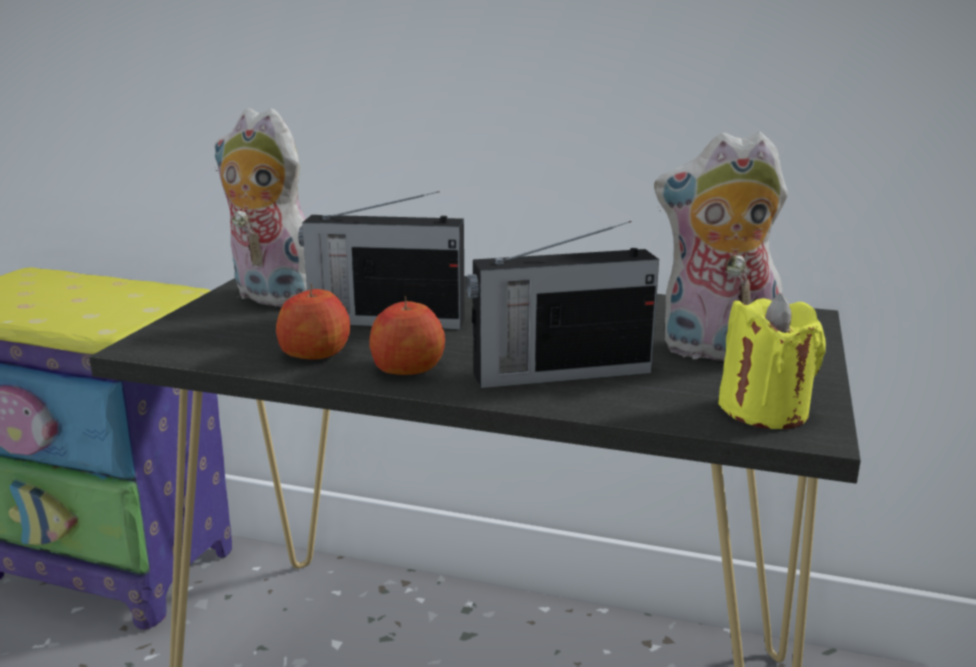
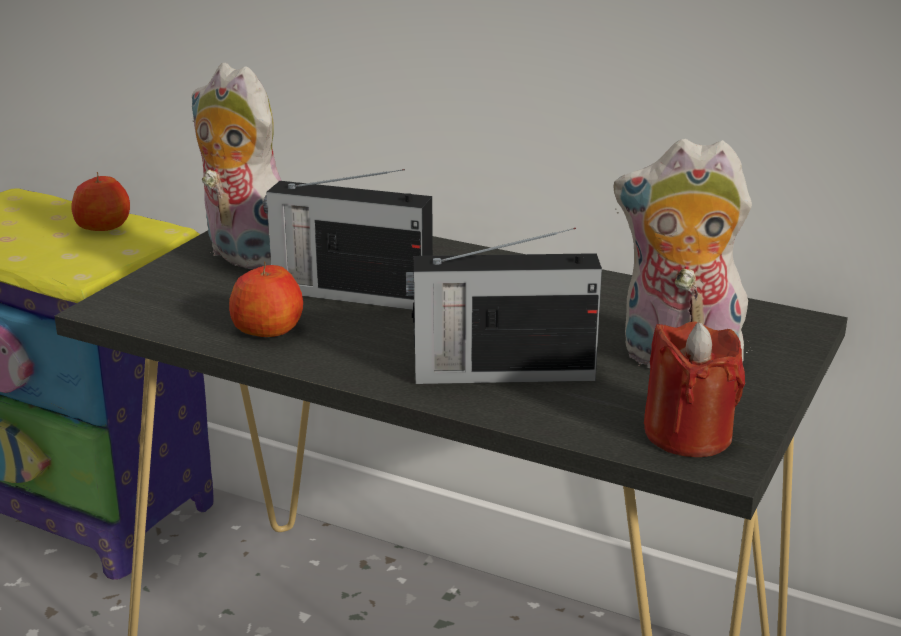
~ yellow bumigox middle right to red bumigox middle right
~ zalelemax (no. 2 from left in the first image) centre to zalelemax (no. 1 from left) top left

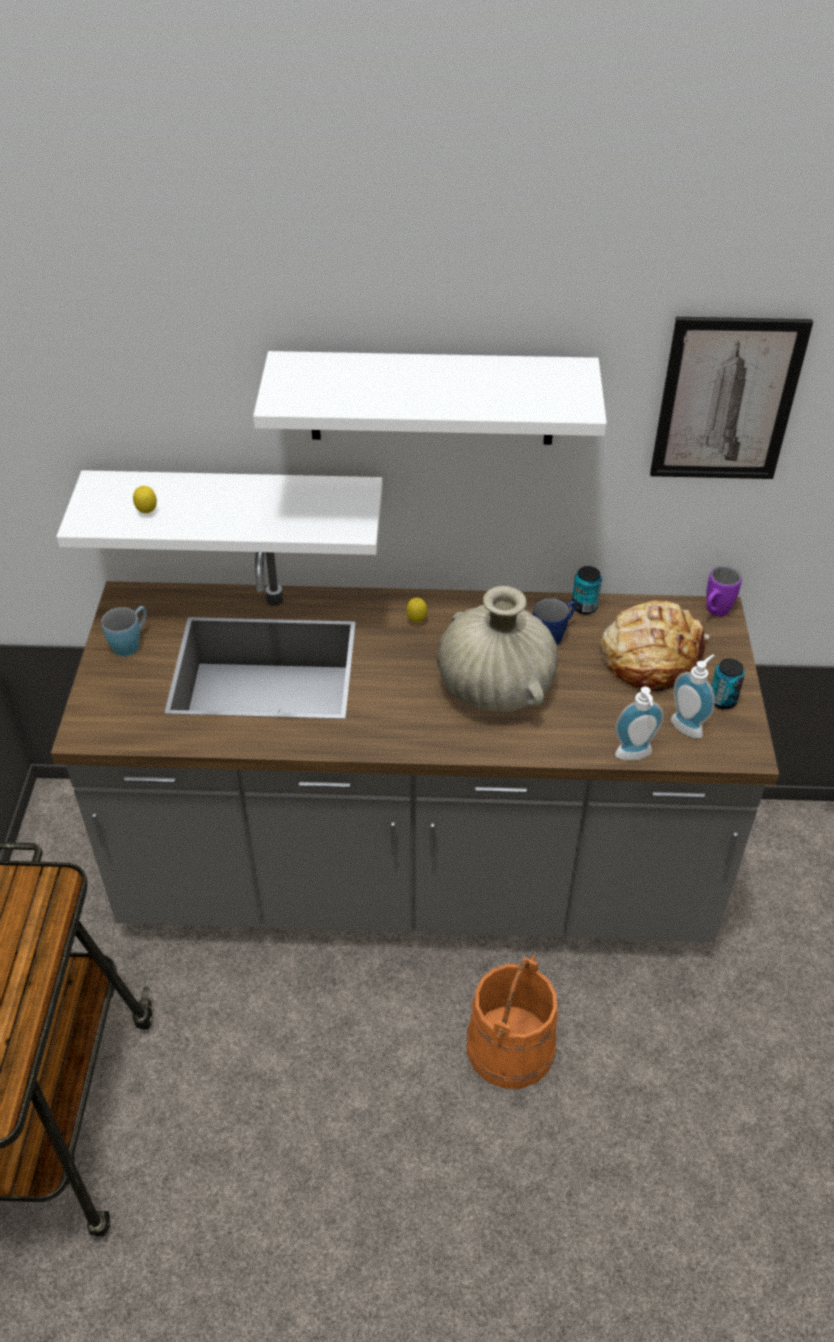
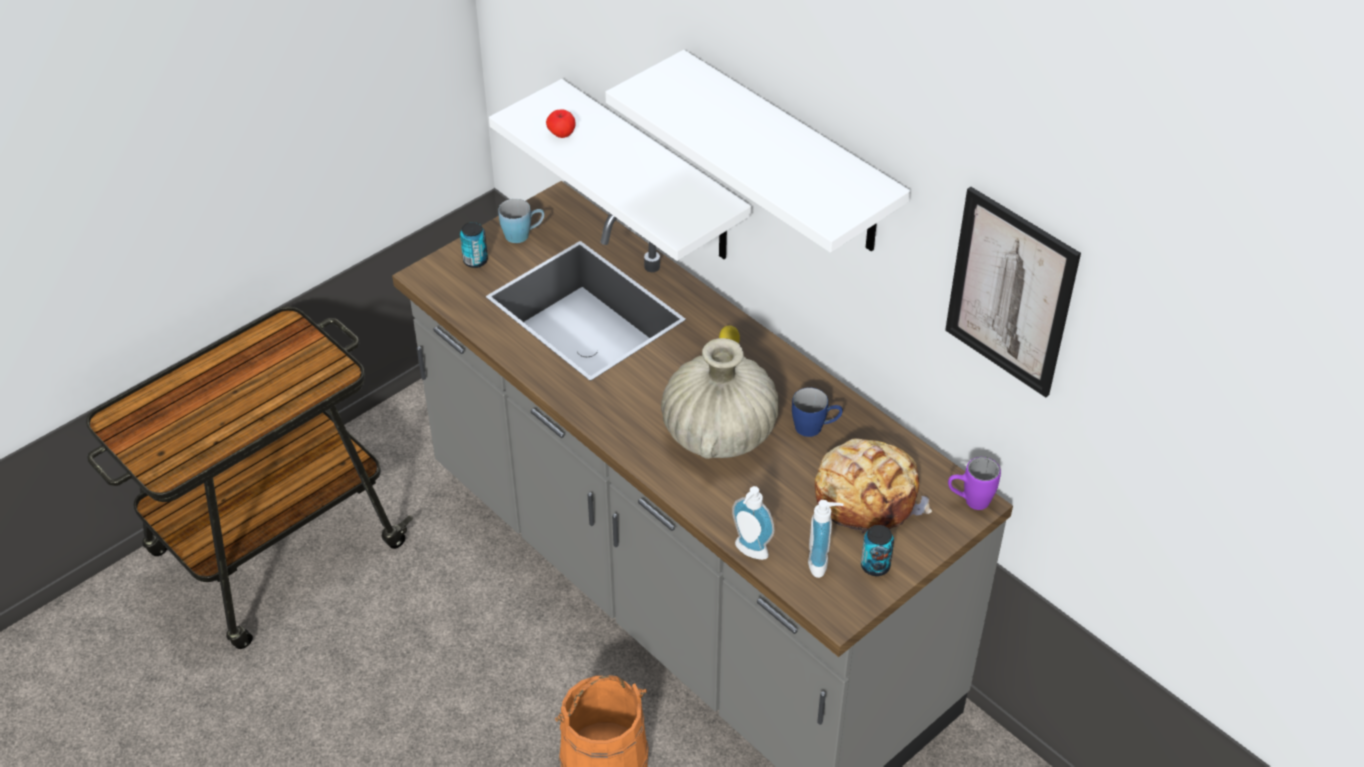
~ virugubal (no. 1 from left) middle left to zalelemax top centre
~ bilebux (no. 1 from left) middle right to top centre

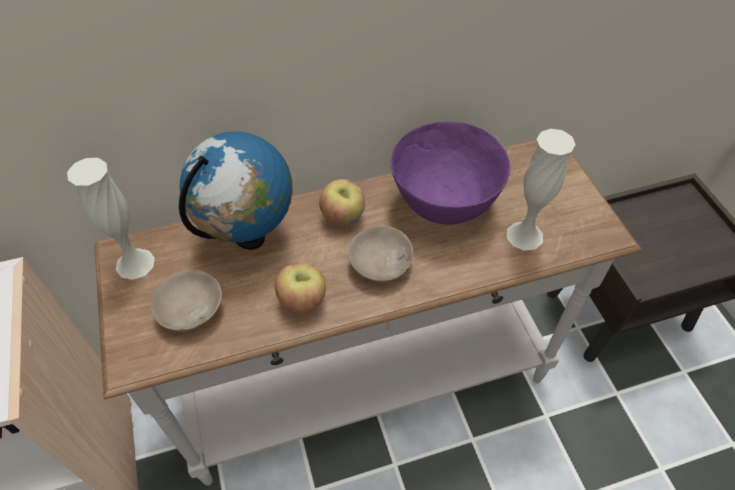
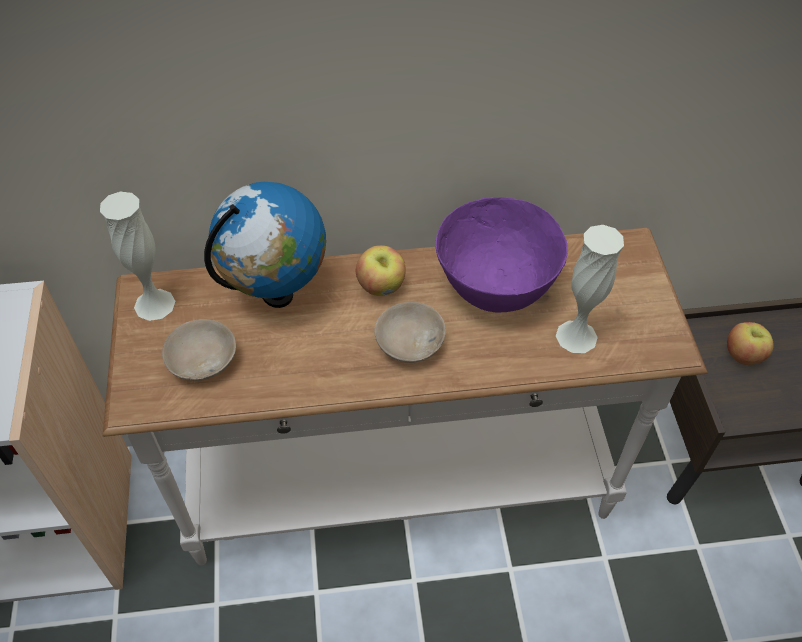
~ zalelemax (no. 1 from left in the first image) centre to zalelemax (no. 2 from left) middle right

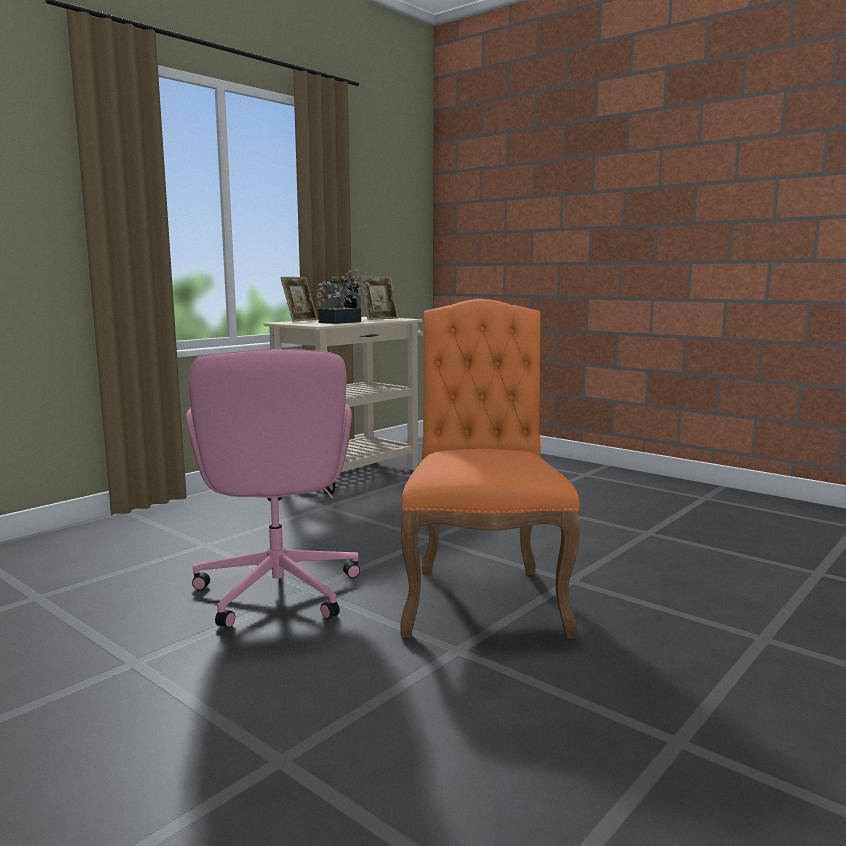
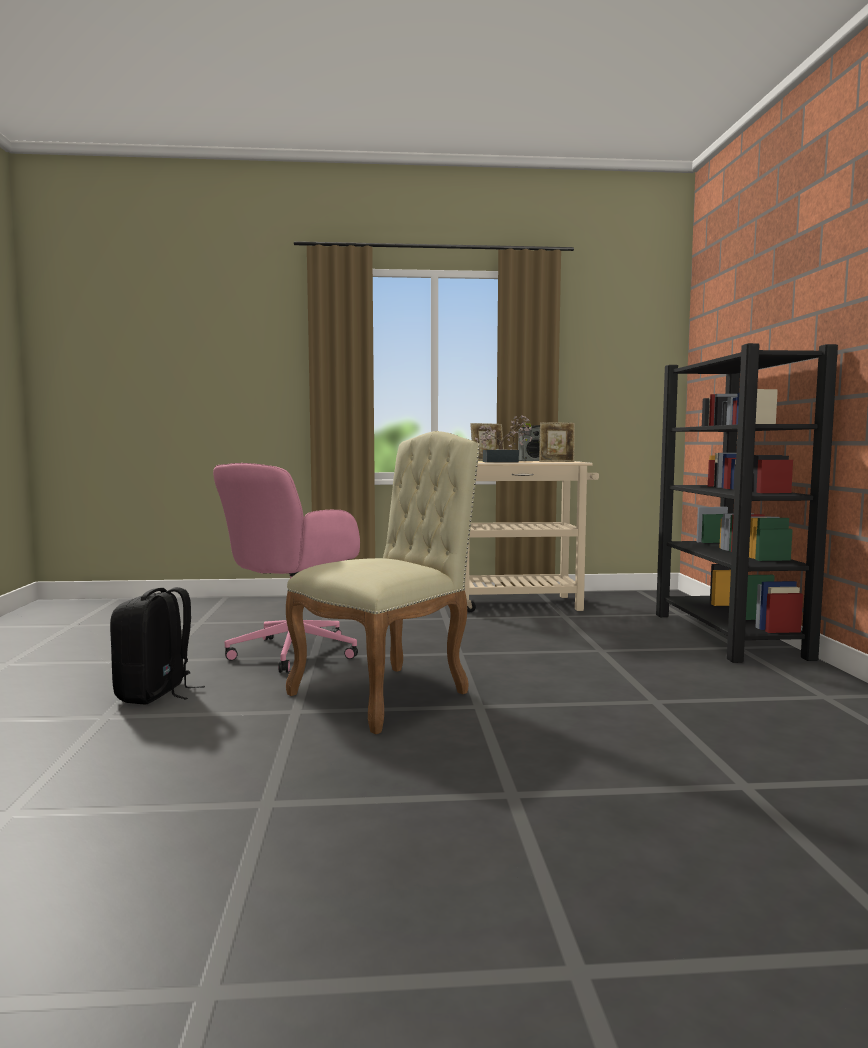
~ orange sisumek centre to beige sisumek centre
+ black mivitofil middle right
+ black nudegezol middle left

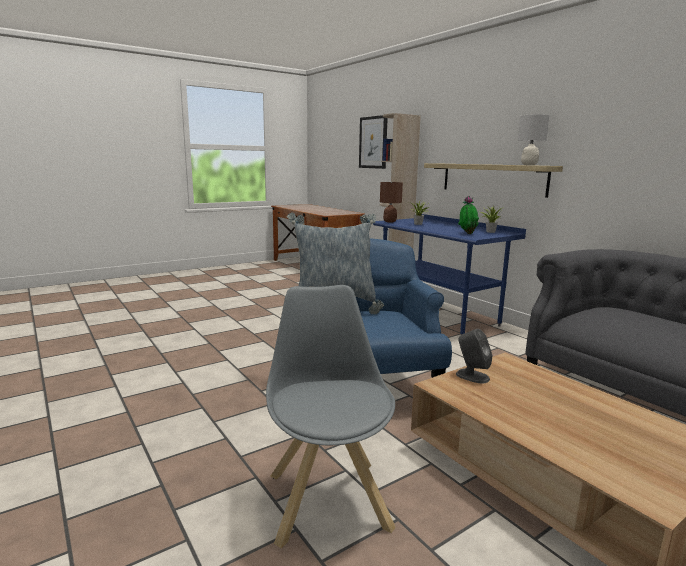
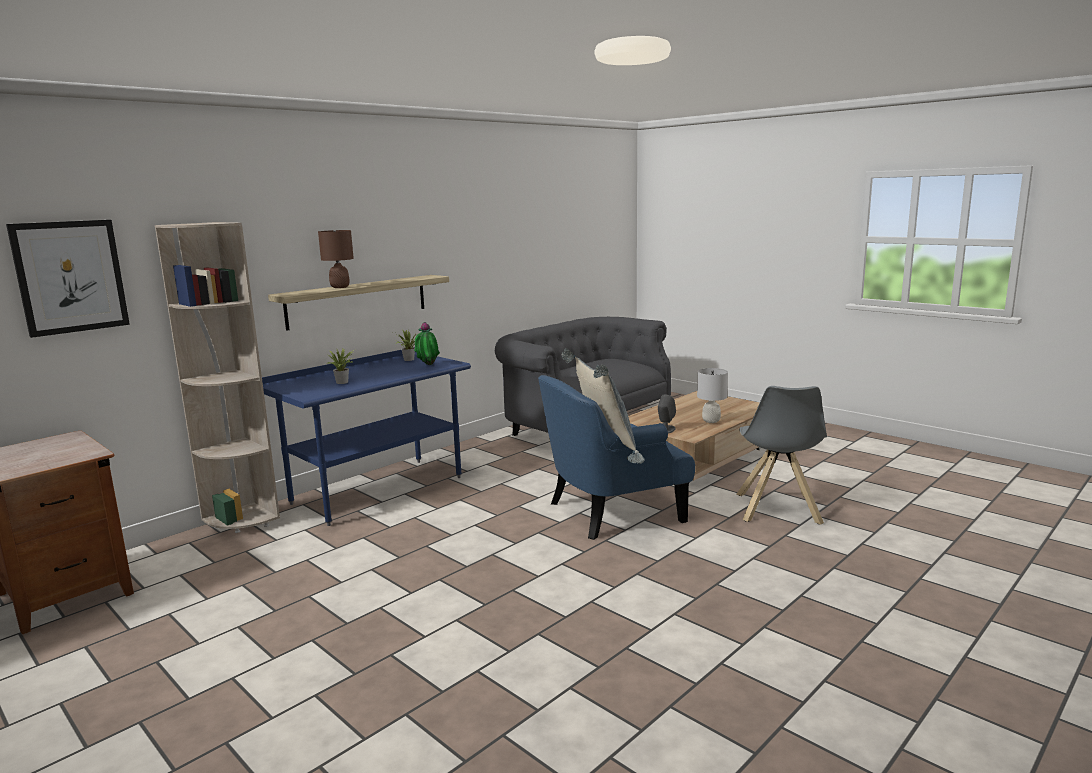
~ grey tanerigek top right to centre
~ brown tanerigek centre to middle left
~ grey sisumek bottom centre = middle right 60 degrees counterclockwise

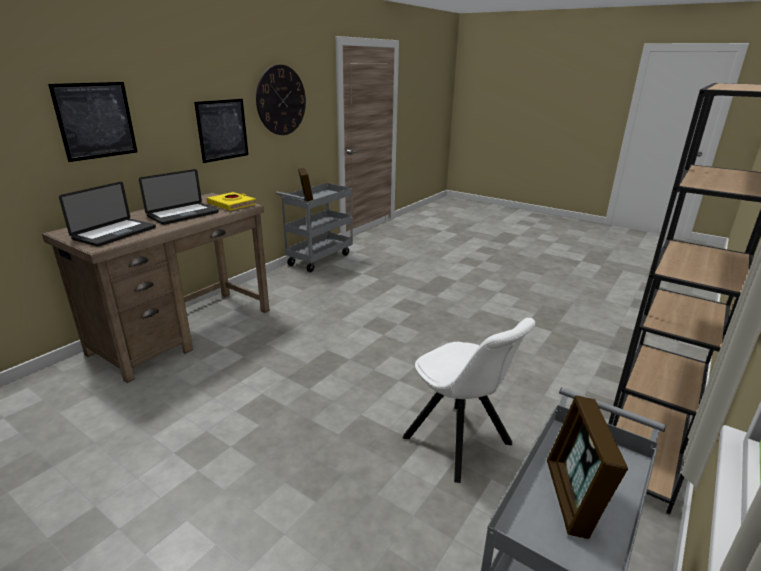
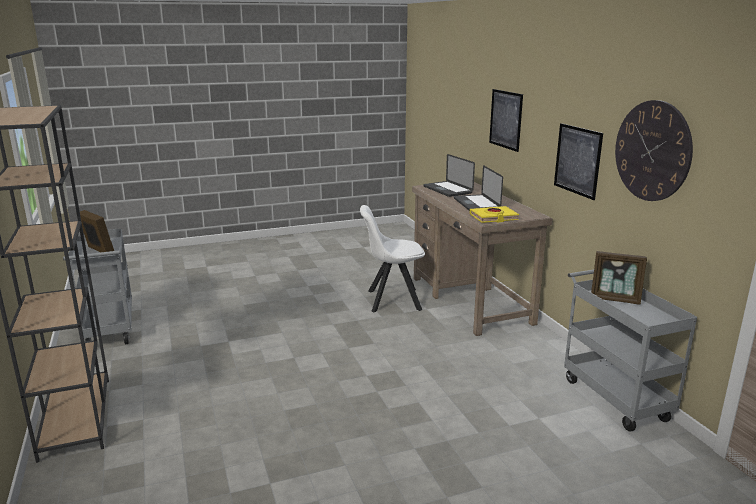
~ white sisumek bottom centre to centre

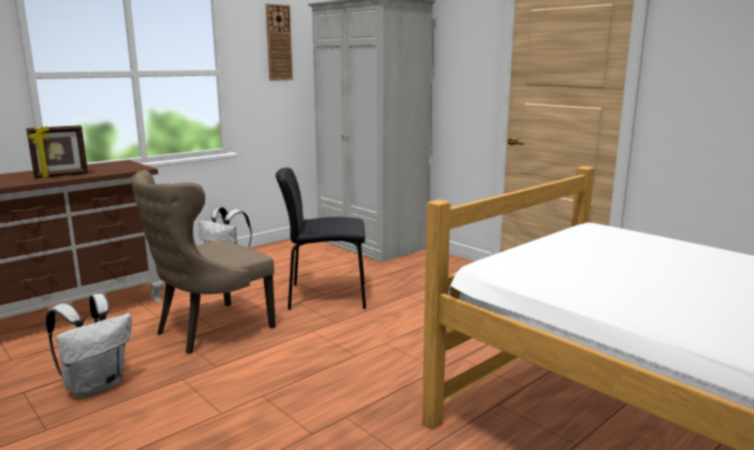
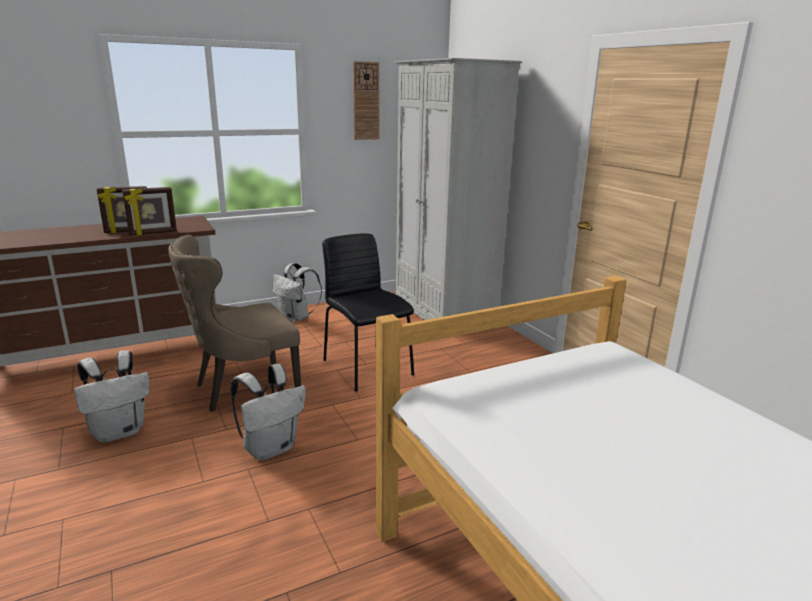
~ black sisumek centre = centre 45 degrees clockwise
+ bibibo (no. 2 from left) middle left
+ white nudegezol (no. 2 from left) bottom left

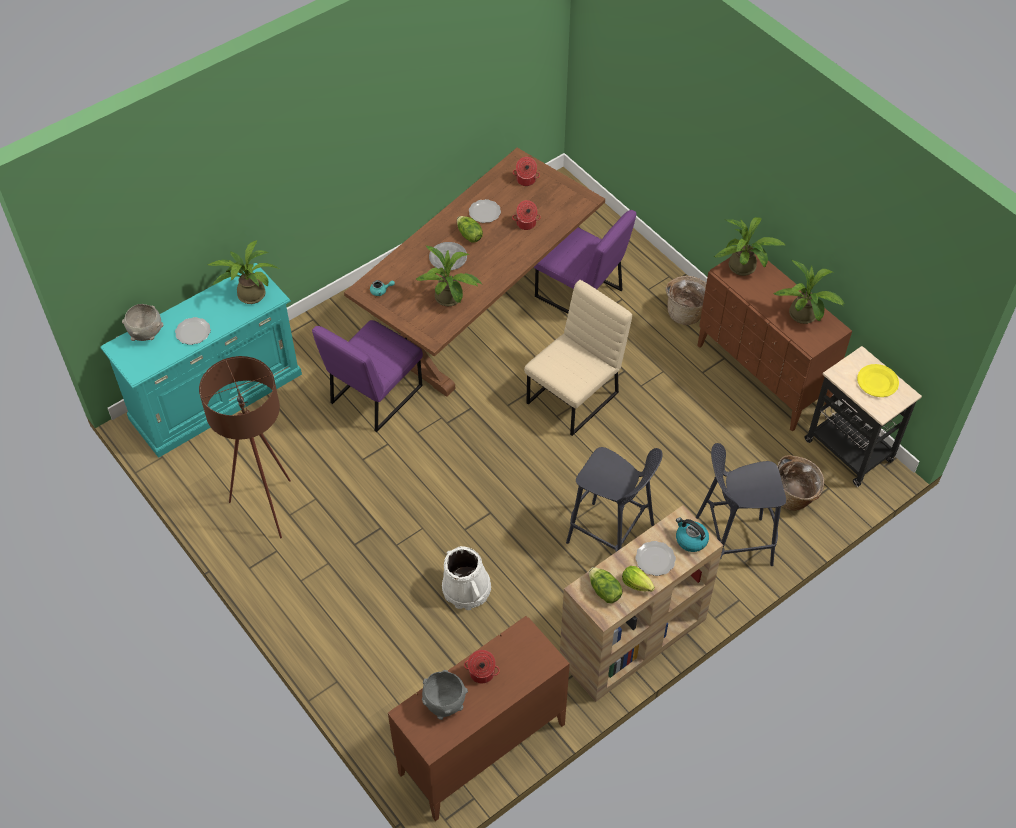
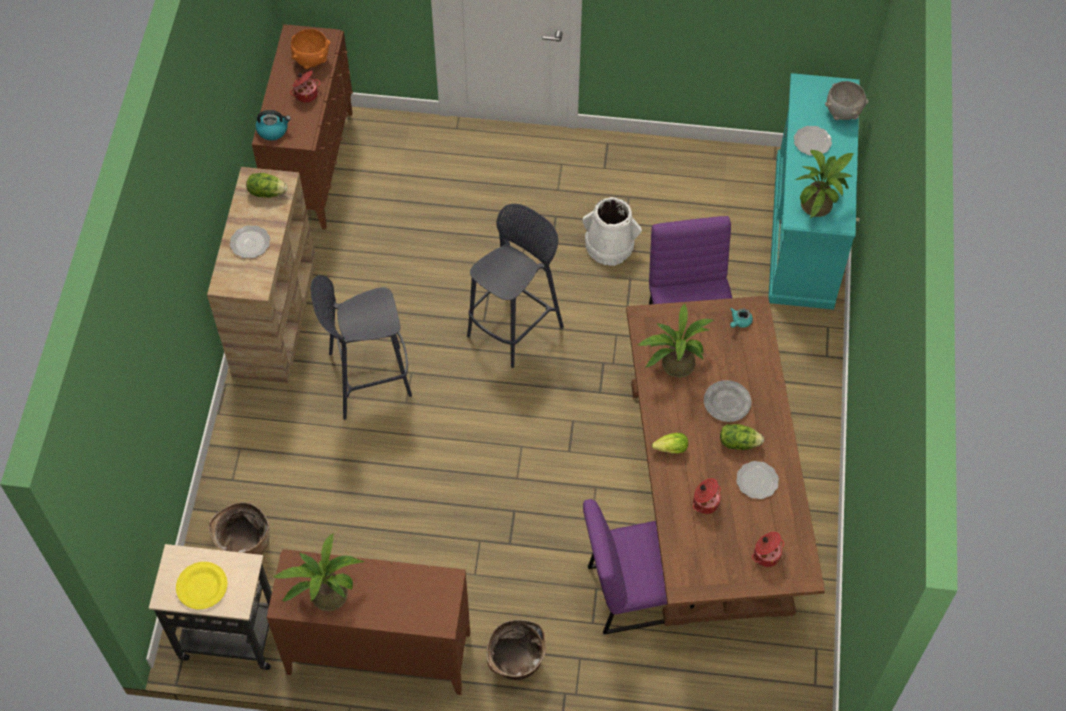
- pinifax (no. 3 from left) top right
- beige sisumek centre
- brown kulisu middle left
~ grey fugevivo (no. 2 from left) middle right to centre
~ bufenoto middle right to top left
~ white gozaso bottom centre to top centre
~ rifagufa (no. 3 from left in the first image) bottom centre to rifagufa (no. 2 from left) centre
~ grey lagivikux (no. 2 from left) bottom centre to orange lagivikux top left

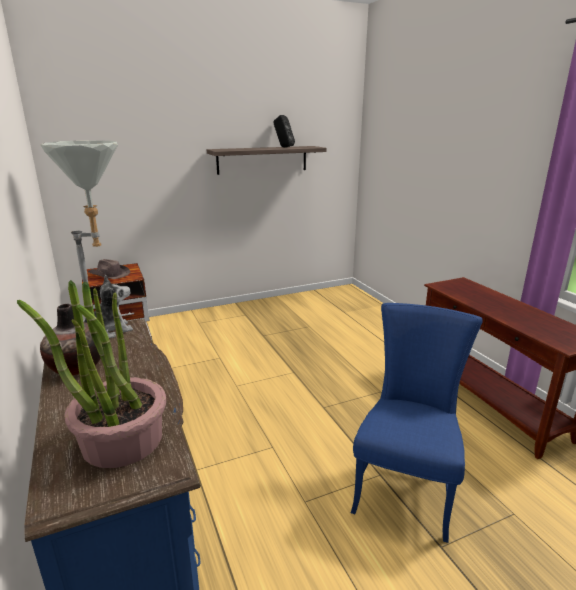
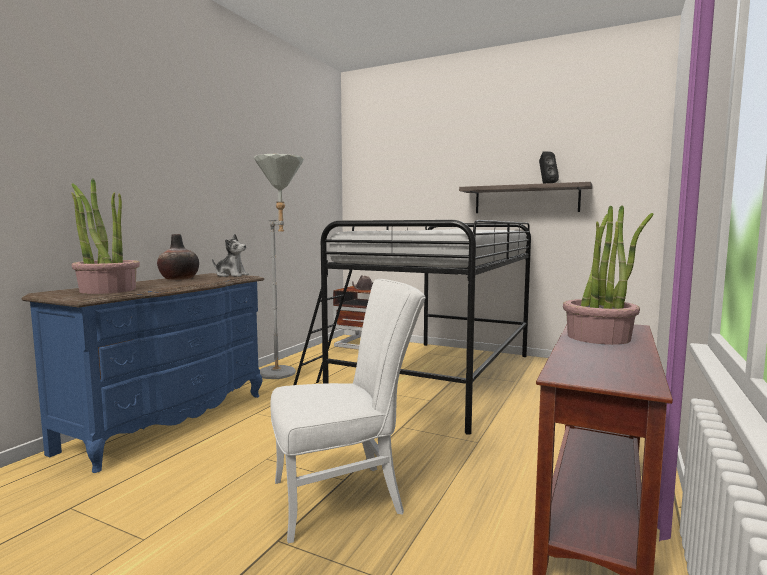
~ blue sisumek bottom right to white sisumek bottom centre
+ pinifax (no. 2 from left) middle right
+ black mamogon centre

